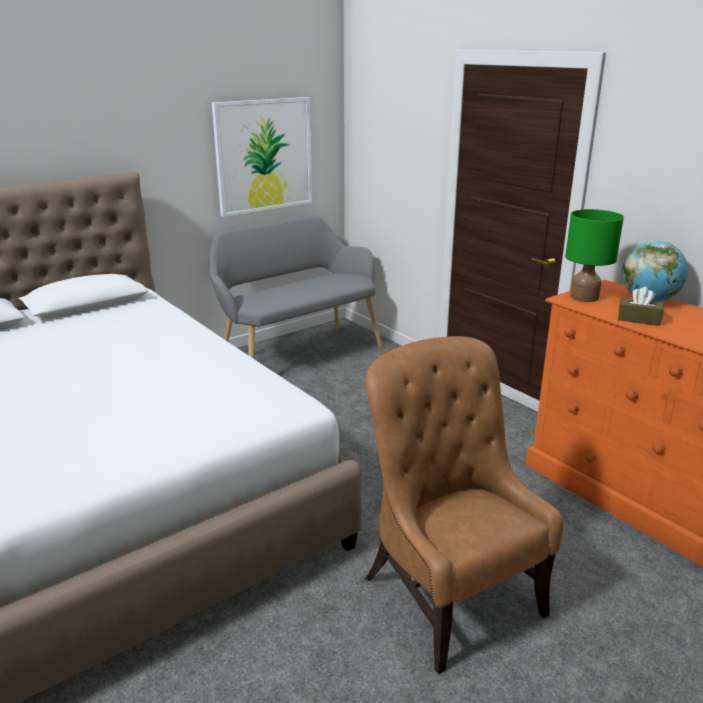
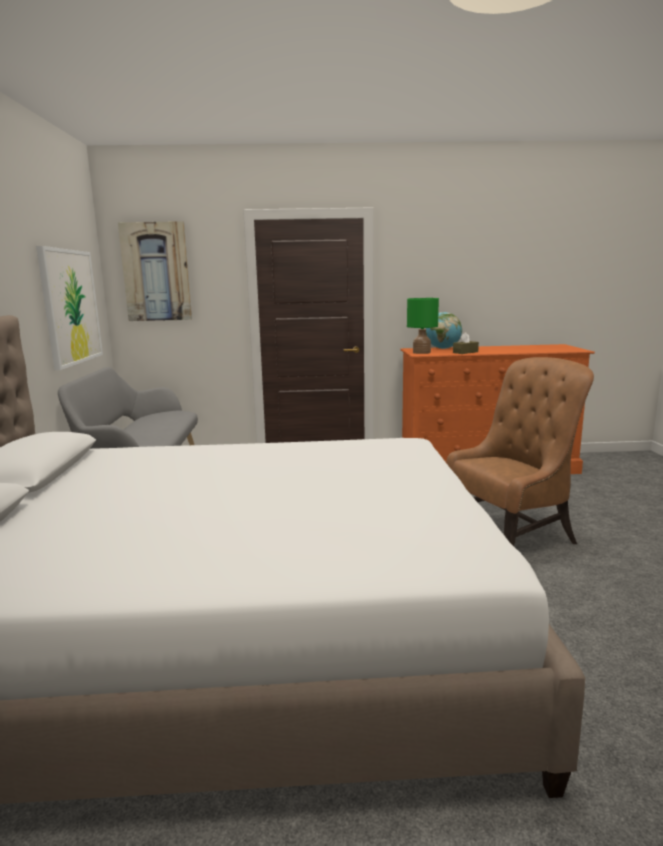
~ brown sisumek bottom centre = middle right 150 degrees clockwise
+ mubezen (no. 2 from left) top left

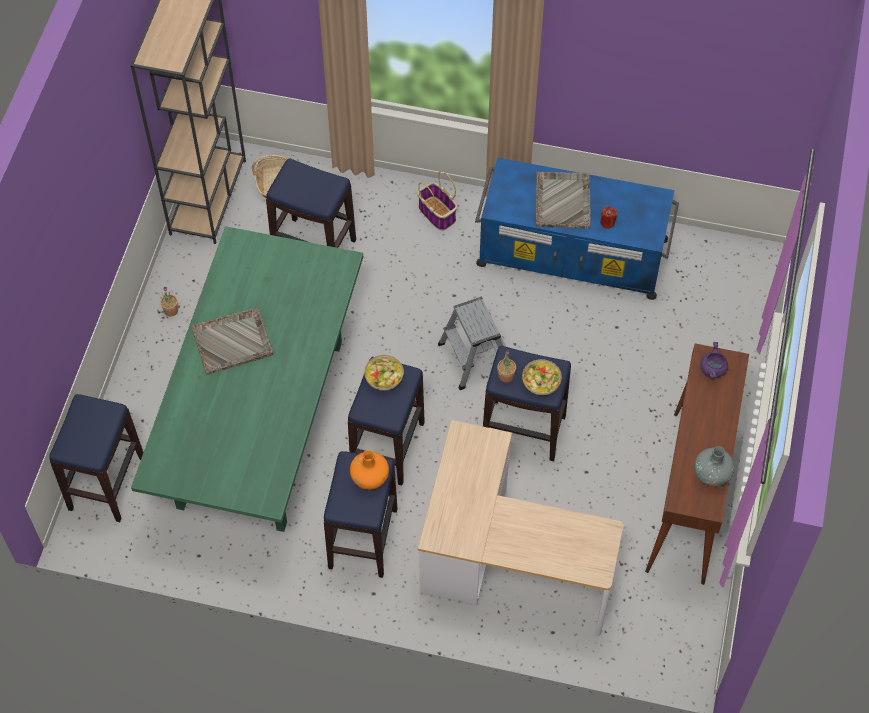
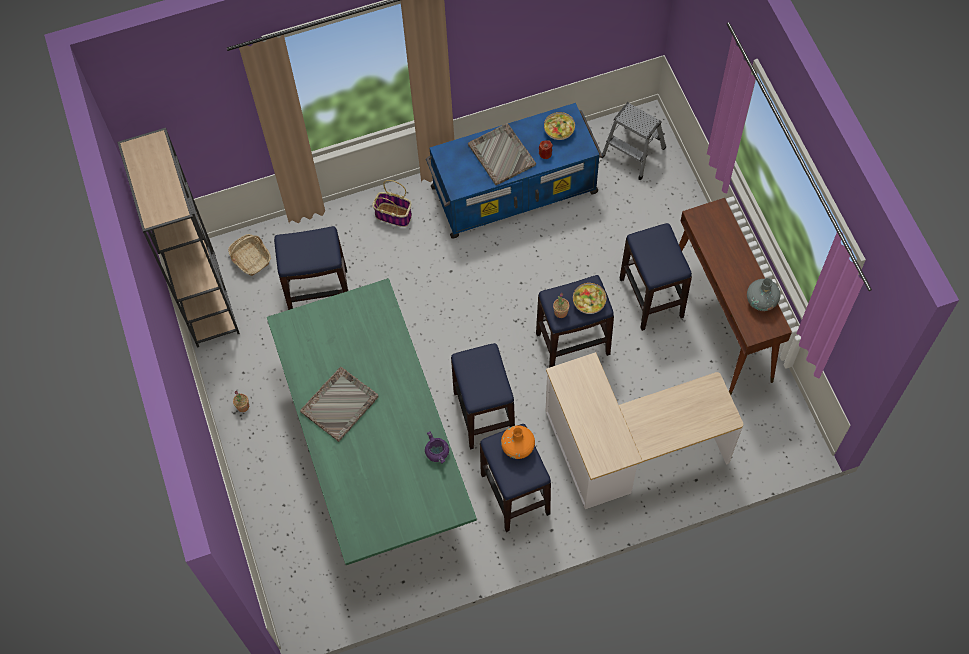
~ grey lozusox centre to top centre
~ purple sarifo middle right to bottom centre
~ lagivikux (no. 1 from left) centre to top centre
~ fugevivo (no. 1 from left in the first image) middle left to fugevivo (no. 5 from left) middle right

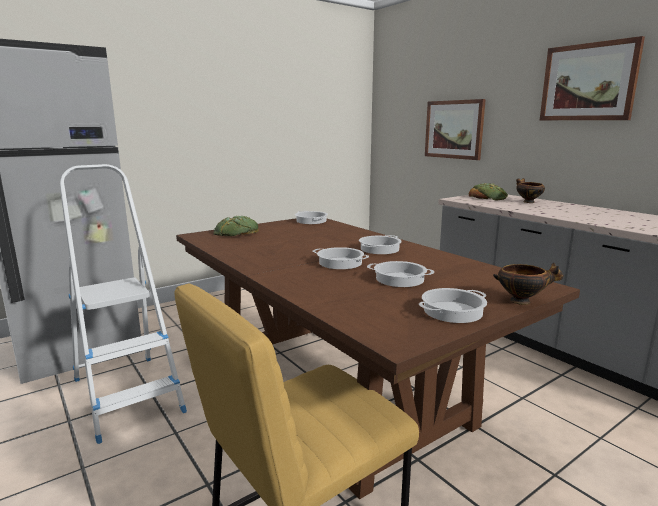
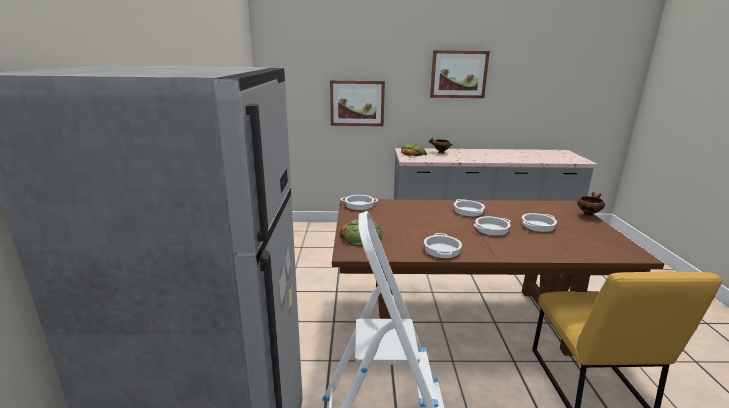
~ sarifo (no. 5 from left in the first image) middle right to sarifo (no. 2 from left) centre

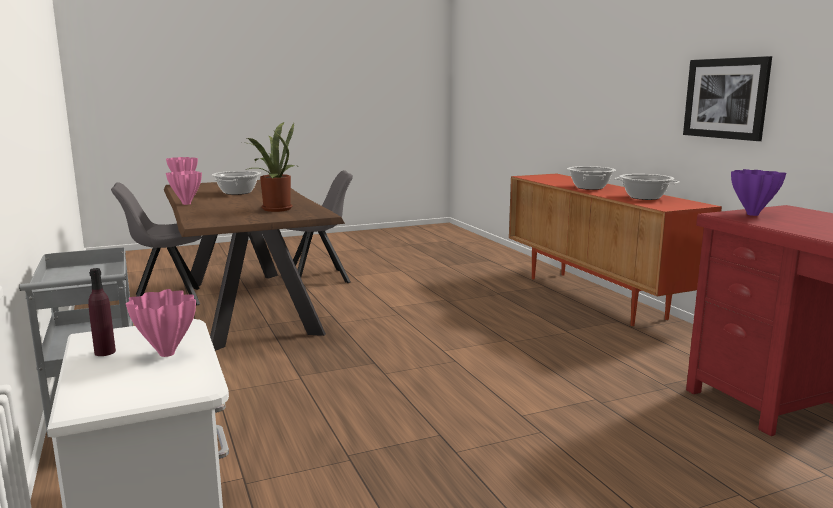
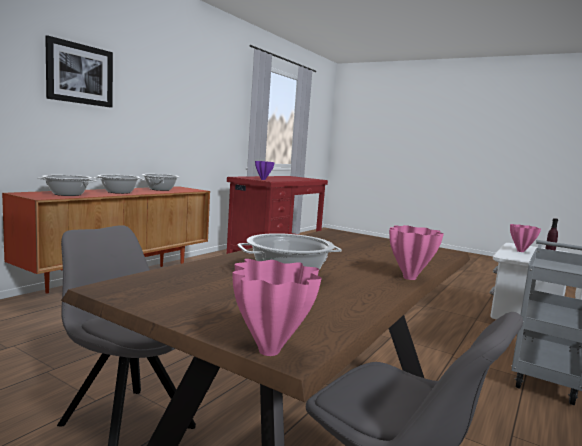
~ mubezen top right to top left
- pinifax top left
+ sarifo (no. 1 from left) middle left

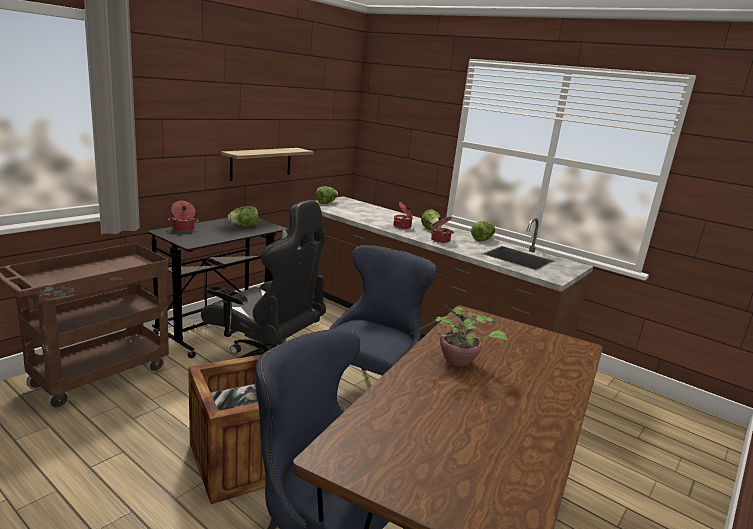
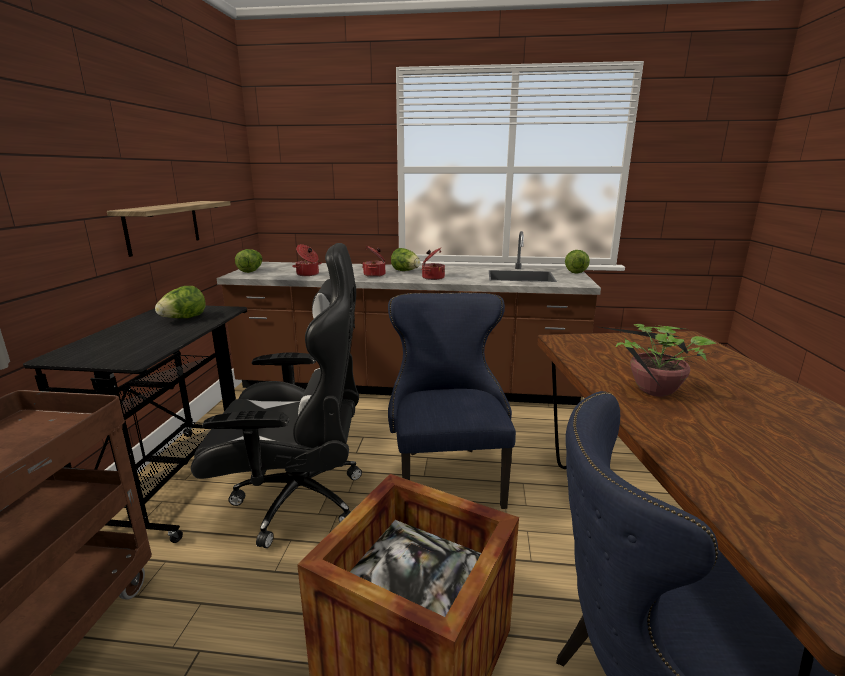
~ sarifo (no. 1 from left) middle left to centre
~ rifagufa (no. 4 from left) centre to middle right

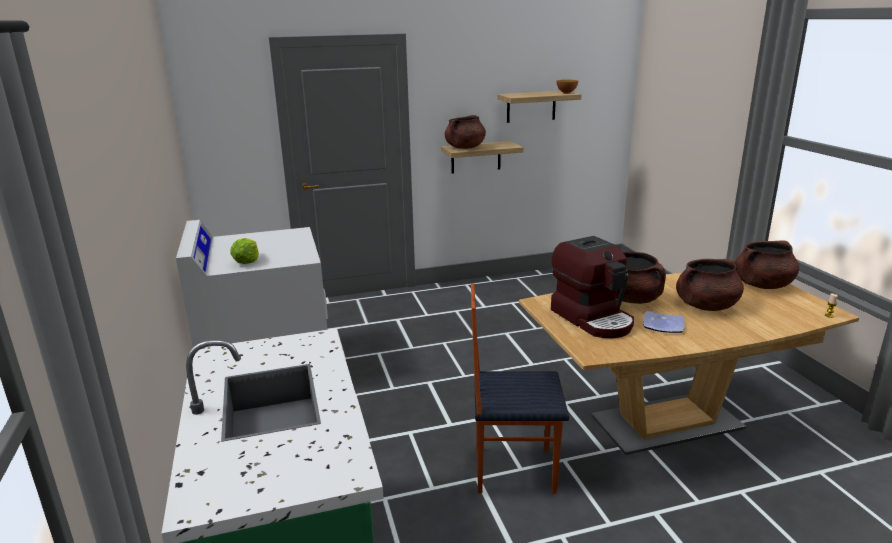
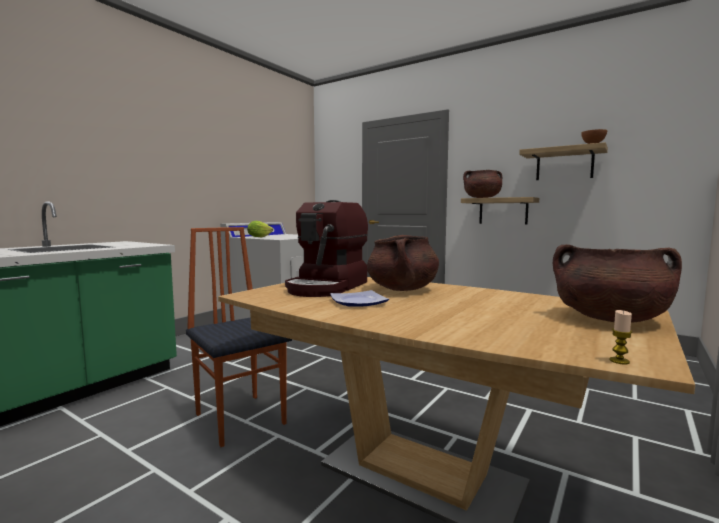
- brown sarifo (no. 3 from left) middle right

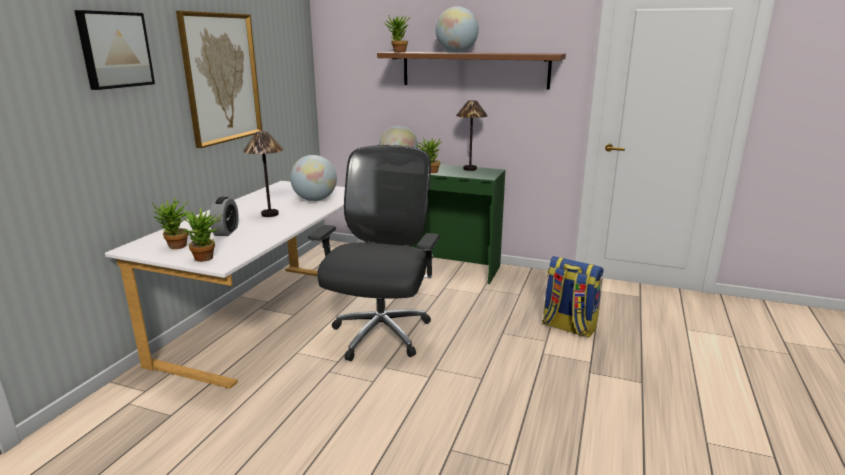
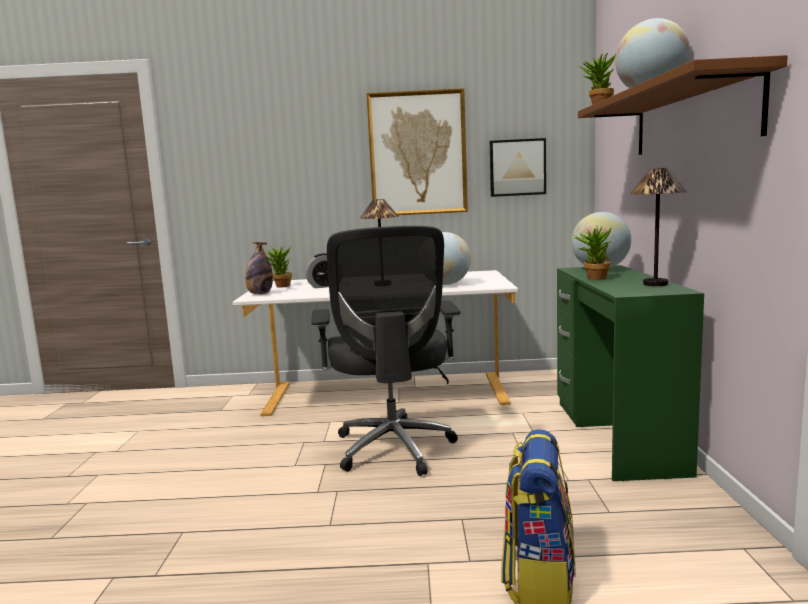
~ mubezen (no. 1 from left in the first image) top left to mubezen (no. 2 from left) top centre
~ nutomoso centre = centre 90 degrees clockwise
~ pinifax (no. 2 from left) middle left to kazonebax middle left

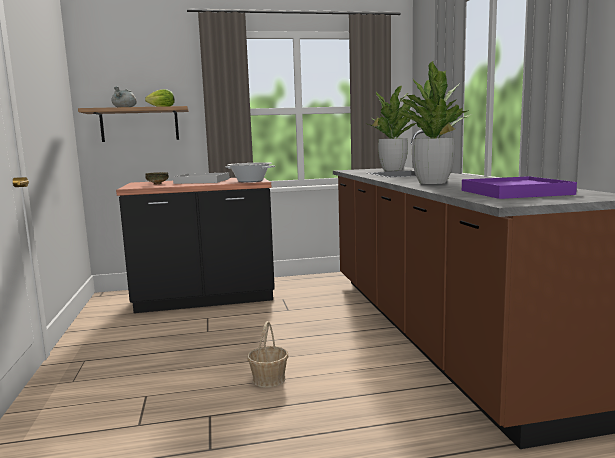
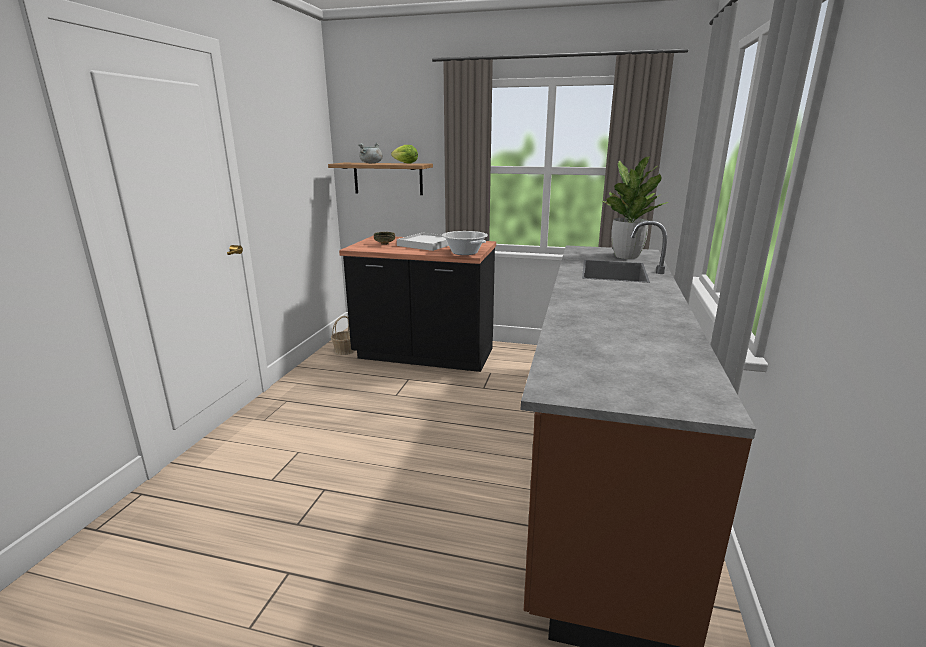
- pinifax (no. 2 from left) top right
- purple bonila middle right
~ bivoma bottom centre to centre

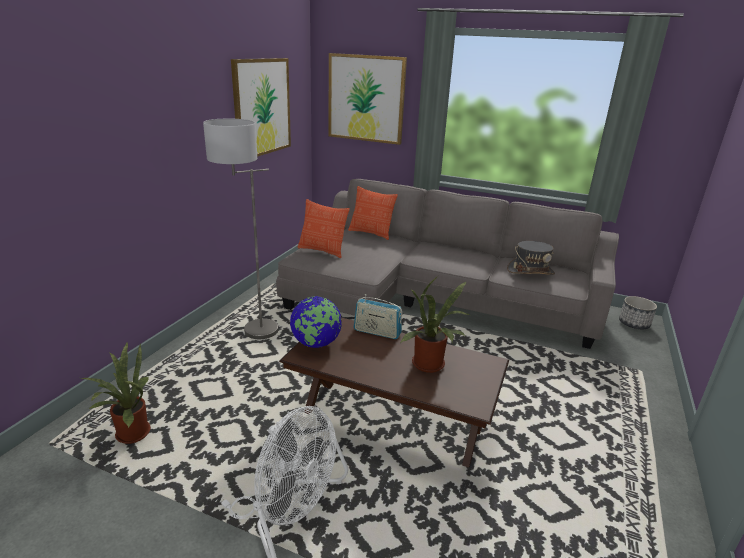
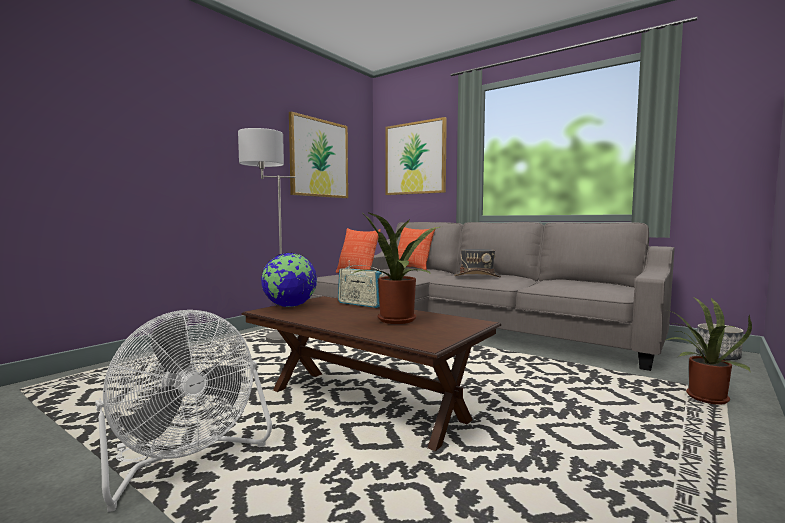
~ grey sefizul middle right to centre
~ pinifax (no. 1 from left in the first image) bottom left to pinifax (no. 2 from left) bottom right

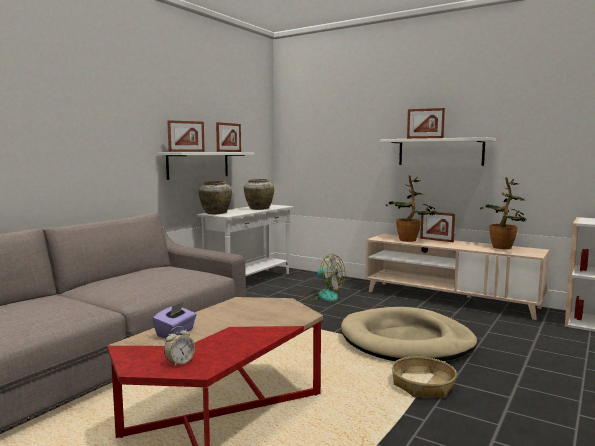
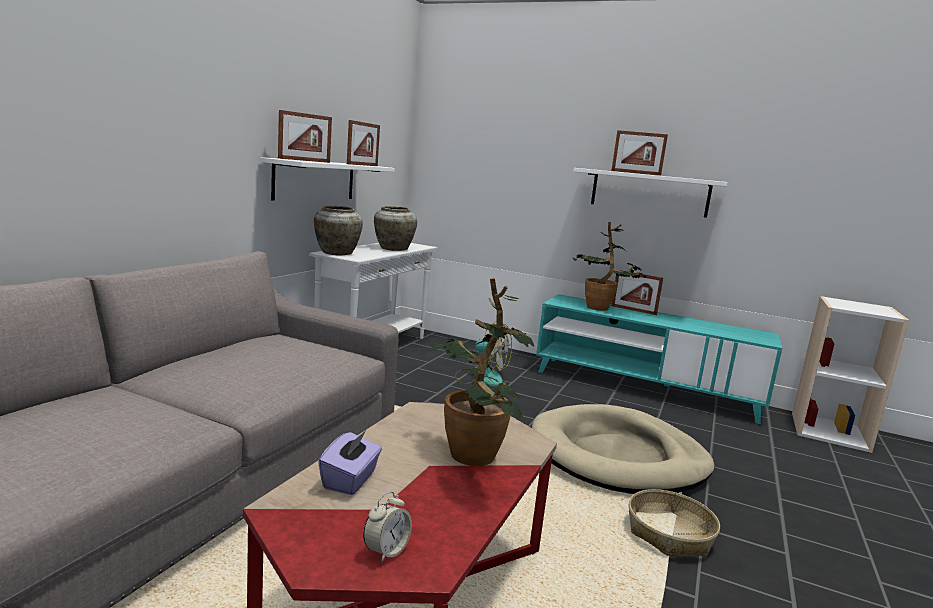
~ pinifax (no. 2 from left in the first image) middle right to pinifax (no. 1 from left) centre
~ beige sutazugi middle right to turquoise sutazugi middle right

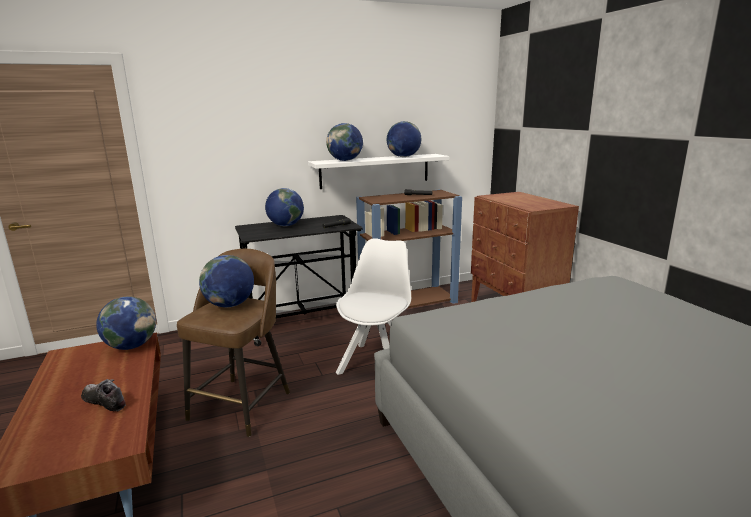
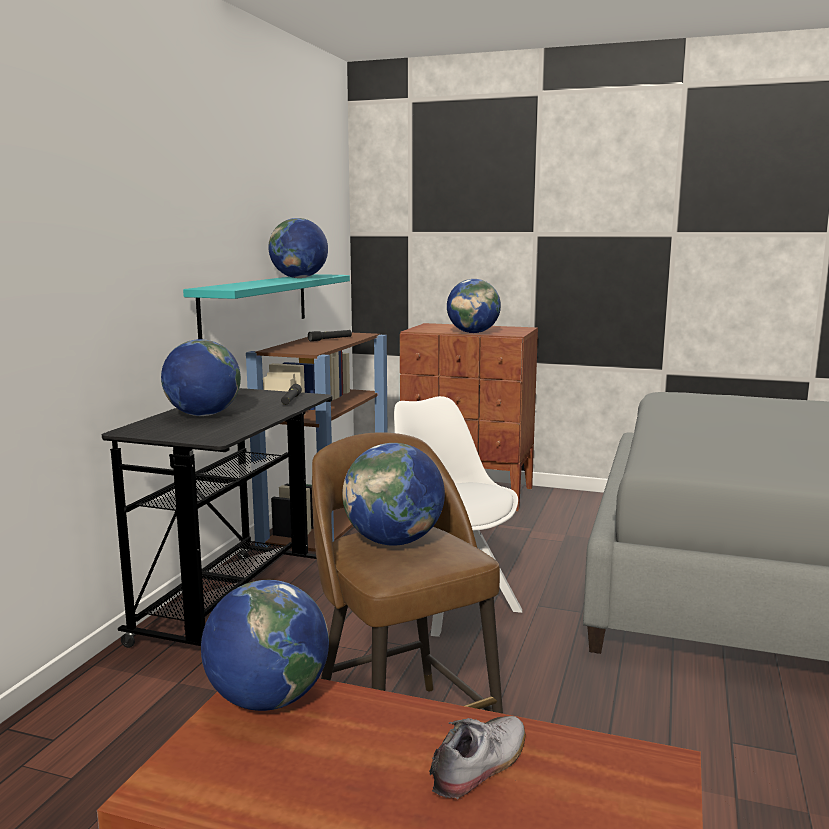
~ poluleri (no. 4 from left in the first image) top centre to poluleri (no. 5 from left) centre
~ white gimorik top centre to turquoise gimorik middle left
~ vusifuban bottom left = bottom centre 150 degrees clockwise

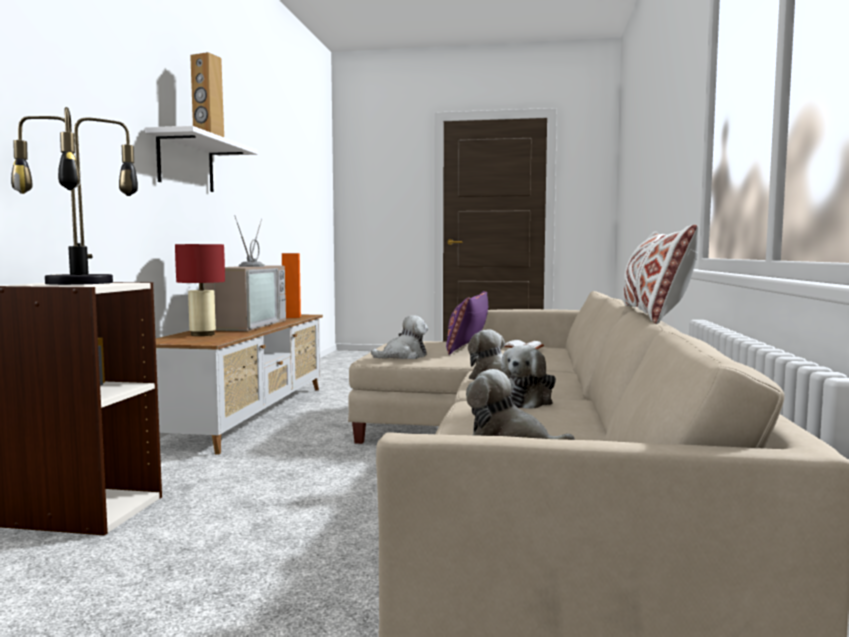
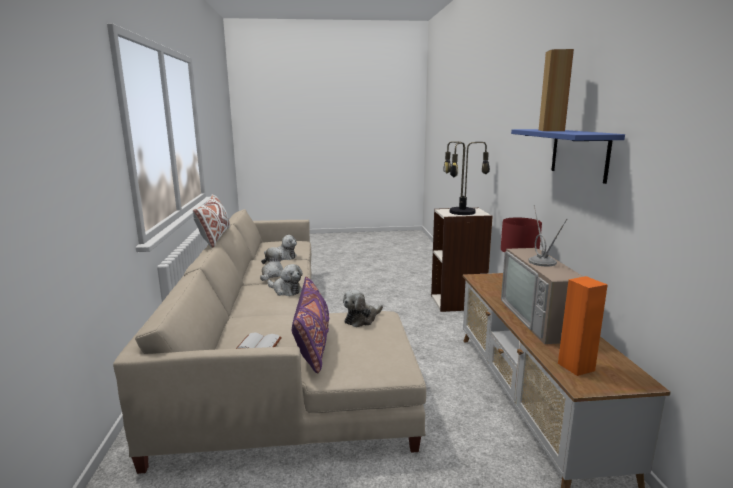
~ white gimorik top left to blue gimorik top right

